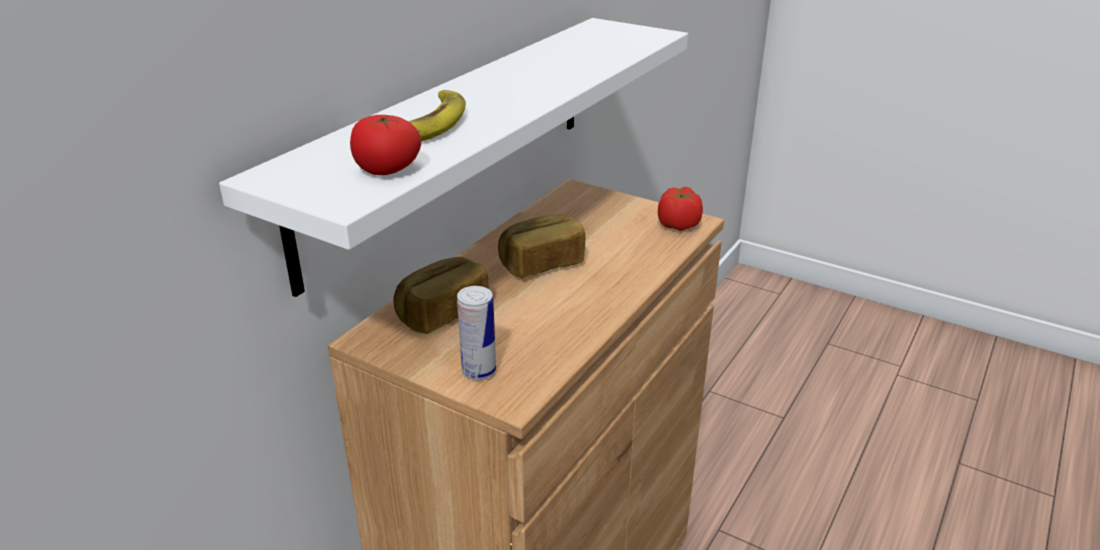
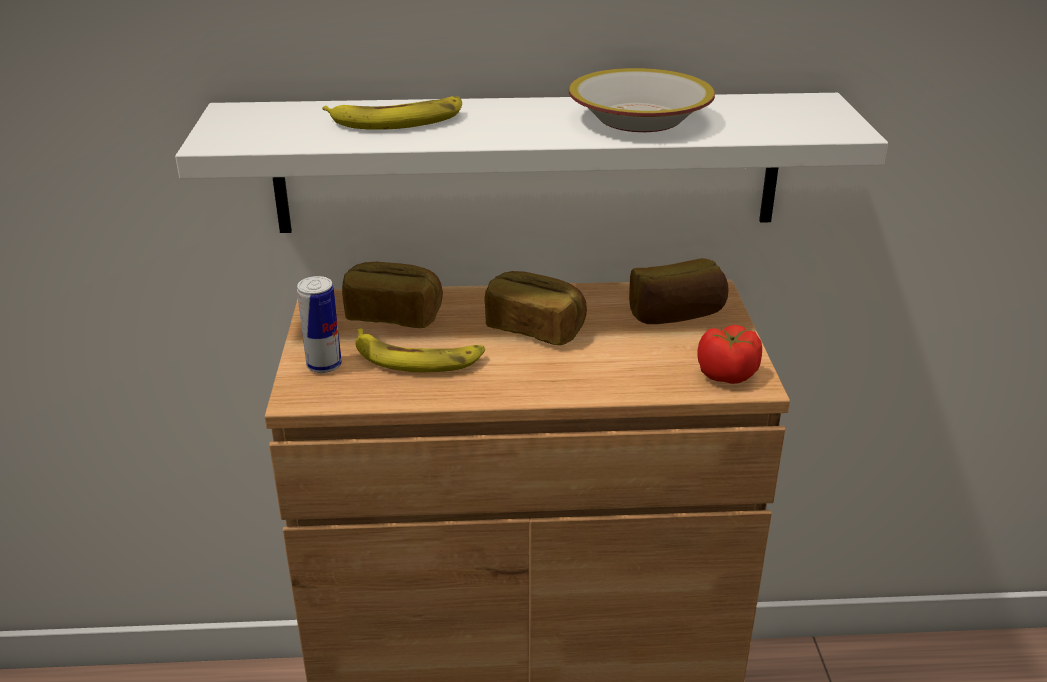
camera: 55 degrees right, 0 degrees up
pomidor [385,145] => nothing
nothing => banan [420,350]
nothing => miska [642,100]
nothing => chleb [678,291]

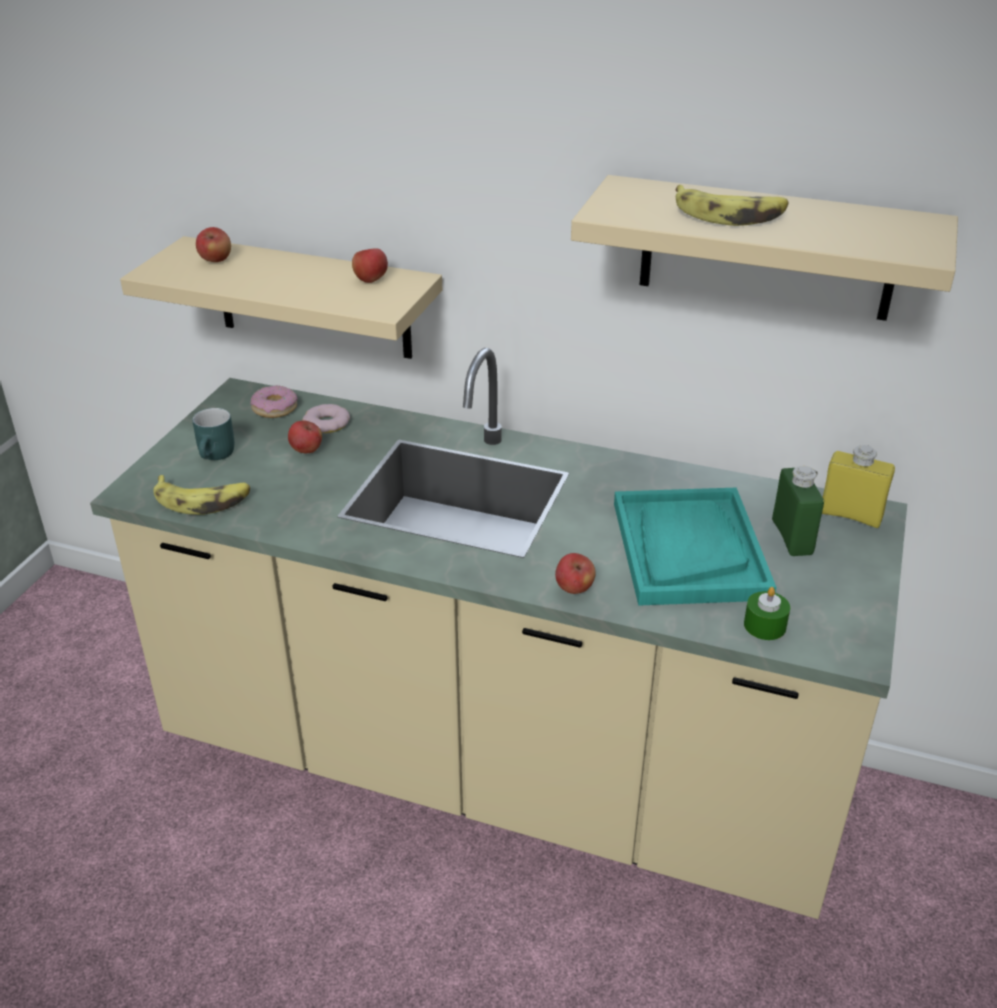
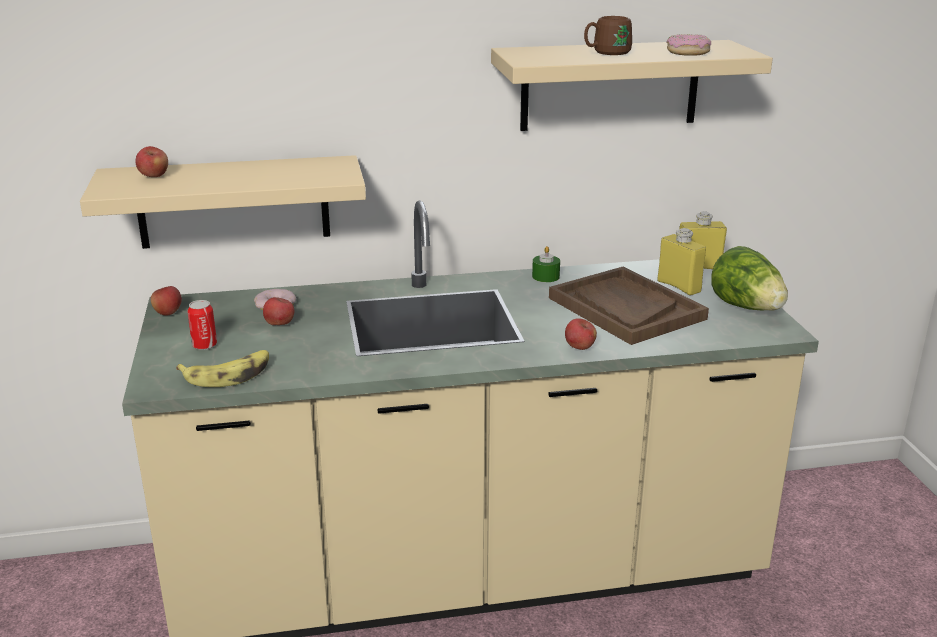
camera: 30 degrees left, 10 degrees down
kubek [turkusowy] [213,434] => puszka [202,325]
donut [274,401] => donut [688,45], relocated
jabłko [370,265] => jabłko [166,300], relocated
taca [turkusowy] [695,547] => taca [brązowy] [629,306]
banan [732,205] => kubek [brązowy] [608,35]
świeca [zielony] [767,613] => świeca [zielony] [546,264], relocated
butelka [zielony] [798,511] => butelka [żółty] [681,262]
nothing => sałata [749,278]

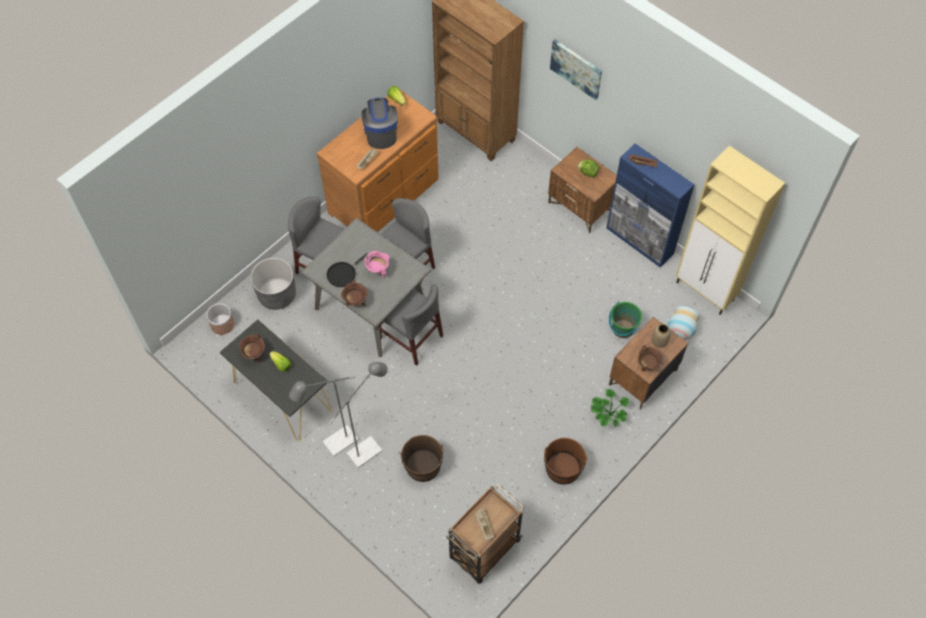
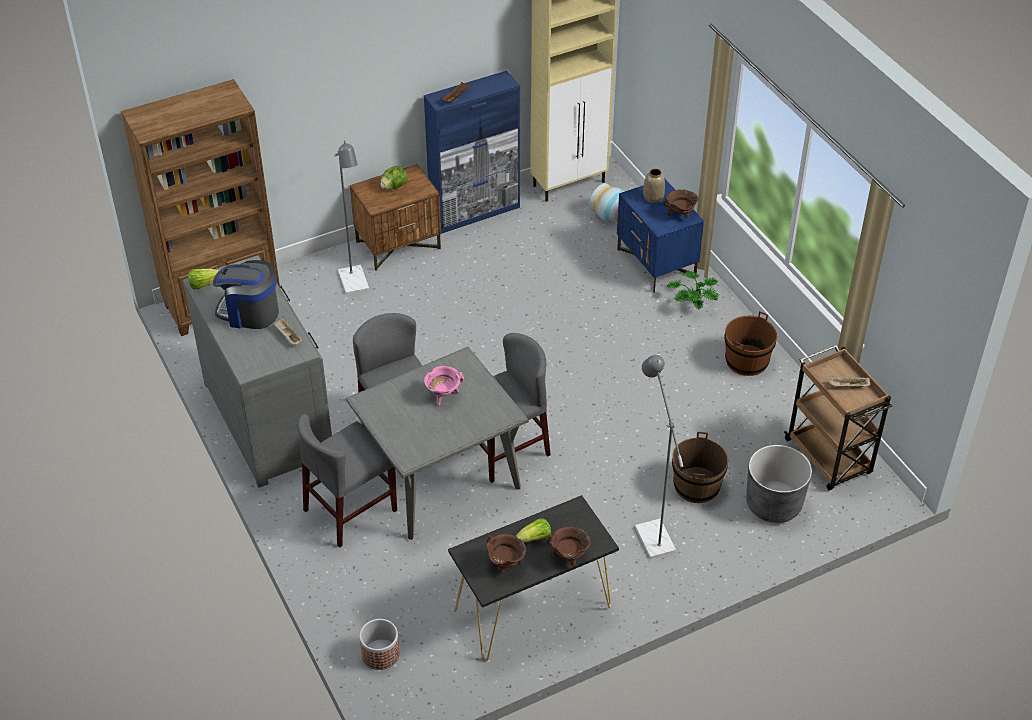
camera: 70 degrees left, 15 degrees down
donica [szary] [273,284] => donica [szary] [779,484], relocated
lampa stojąca [szary] [323,416] => lampa stojąca [szary] [351,218], relocated
komoda [brązowy] [377,161] => komoda [szary] [257,372]
patelnia [czarny] [347,270] => nothing
garnek [brązowy] [354,293] => garnek [brązowy] [569,546], relocated
obraz [576,70] => nothing
wiadro [zielony] [625,320] => nothing
szafka nocna [brązowy] [648,363] => szafka nocna [niebieski] [660,236]

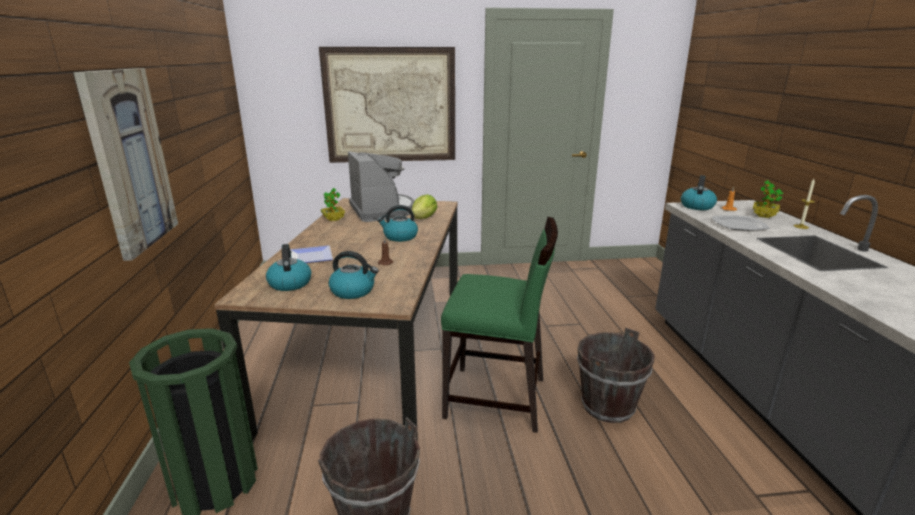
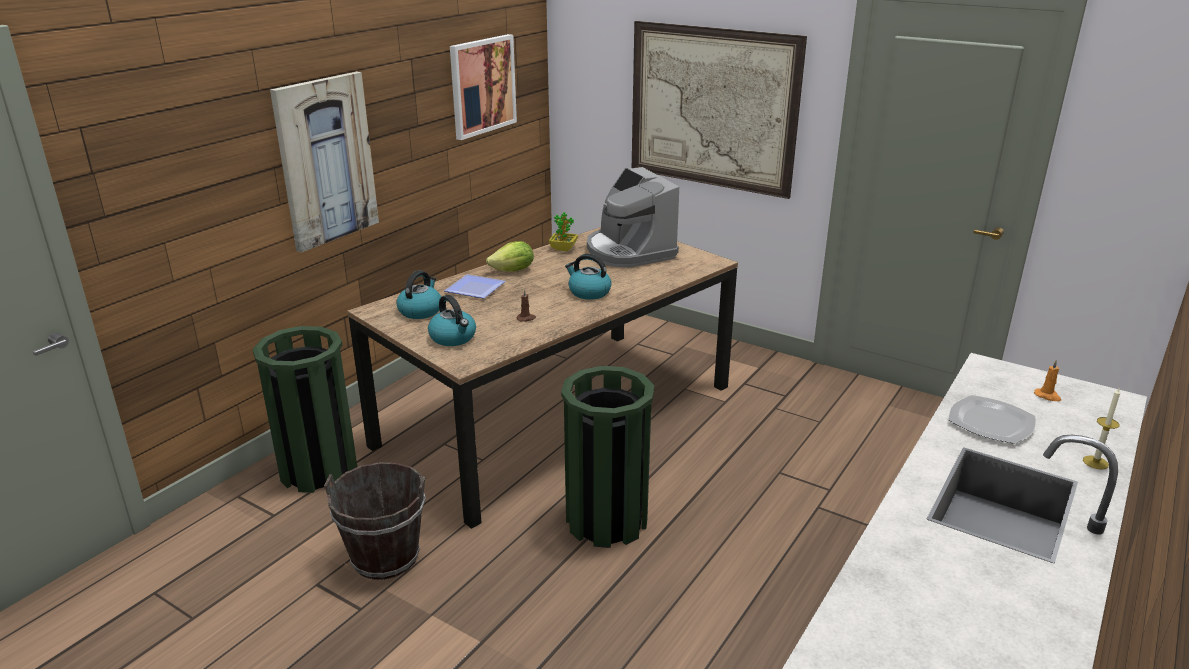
camera: 40 degrees right, 5 degrees up
ekspres do kawy [381,186] => ekspres do kawy [633,217], 135 degrees clockwise
sałata [424,206] => sałata [510,256], relocated
krzesło [zielony] [499,325] => kosz na śmieci [zielony] [607,457]
wiadro [brązowy] [616,375] => nothing
czajnik [699,192] => nothing
roślina doniczkowa [768,199] => nothing
nothing => obraz [483,87]

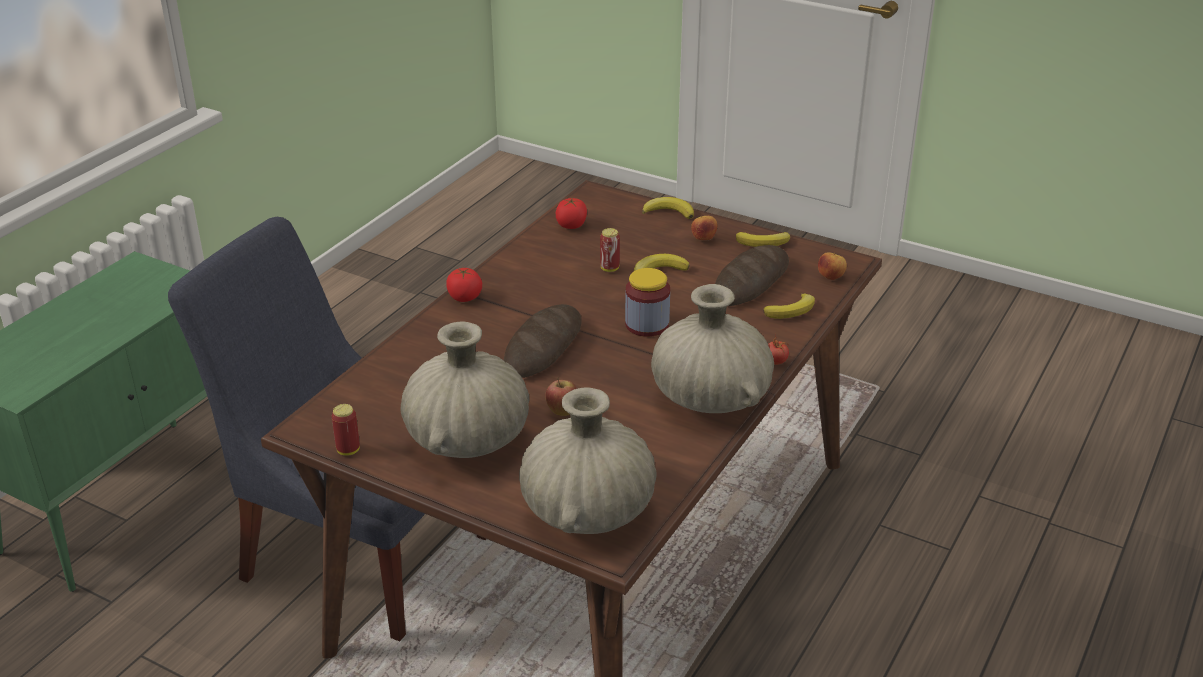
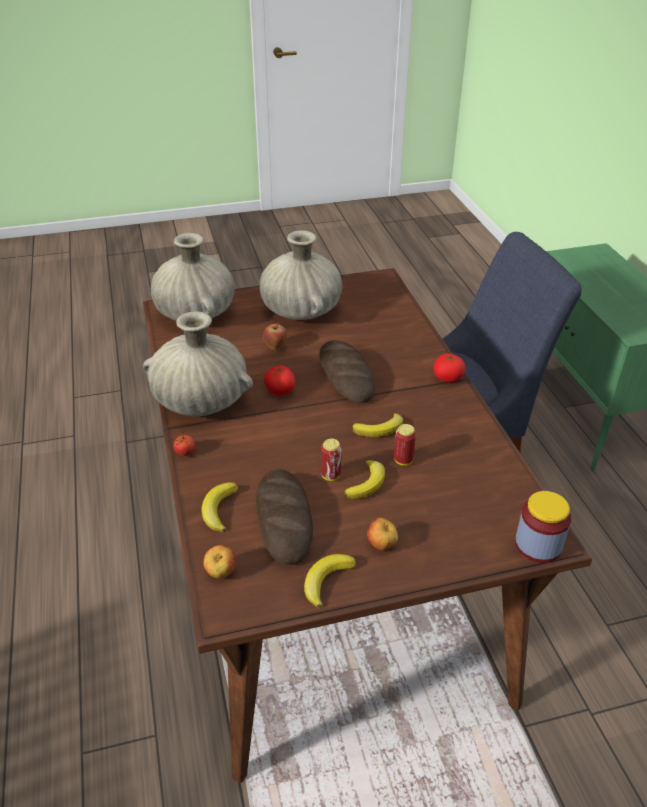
camera: 135 degrees right, 5 degrees up
puszka [346,430] => puszka [331,460], relocated
pomidor [571,213] => pomidor [280,380], relocated
słoik [647,302] => słoik [543,527], relocated
banan [668,208] => banan [377,425], relocated

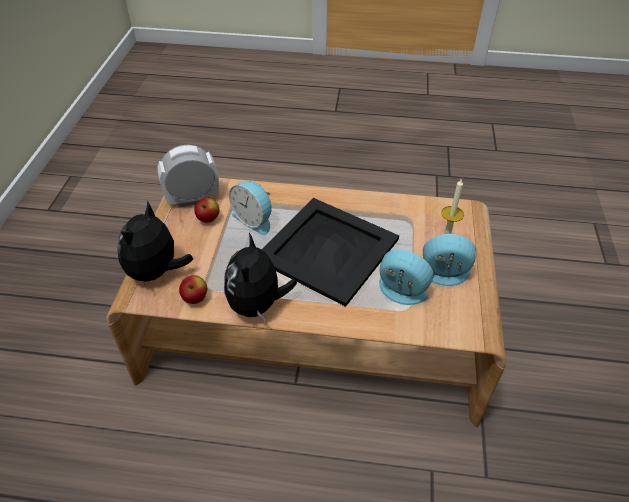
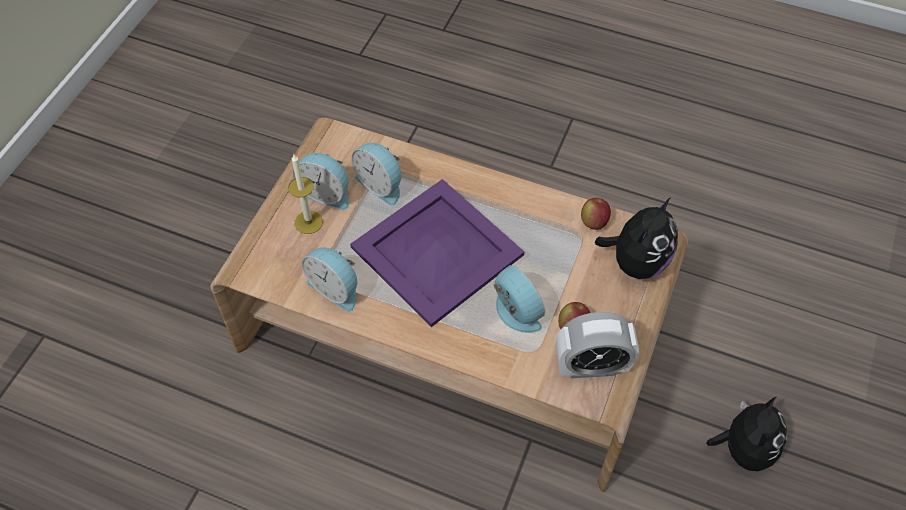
camera: 165 degrees left, 10 degrees up
pluszak [260,278] => pluszak [746,433], relocated
taca [czarny] [330,252] => taca [fioletowy] [437,253]
nothing => budzik [329,279]

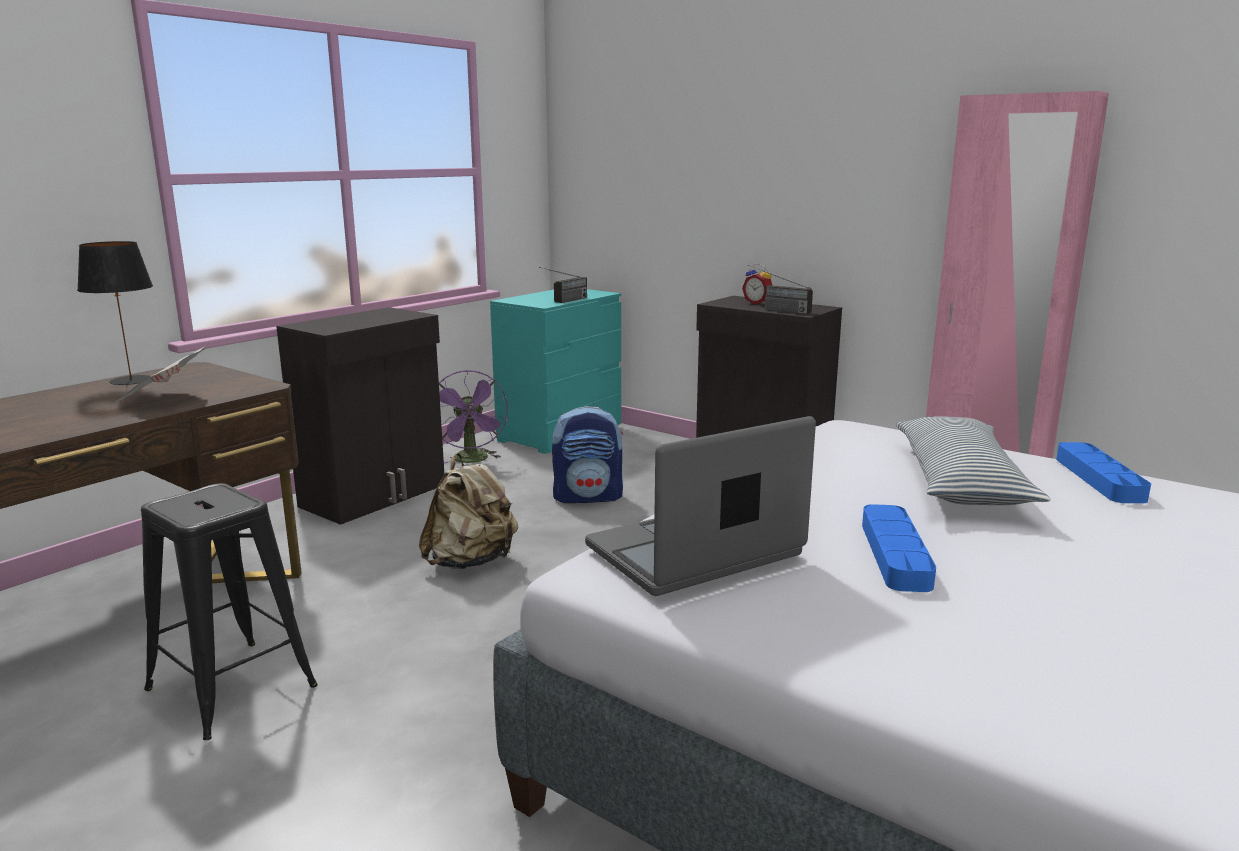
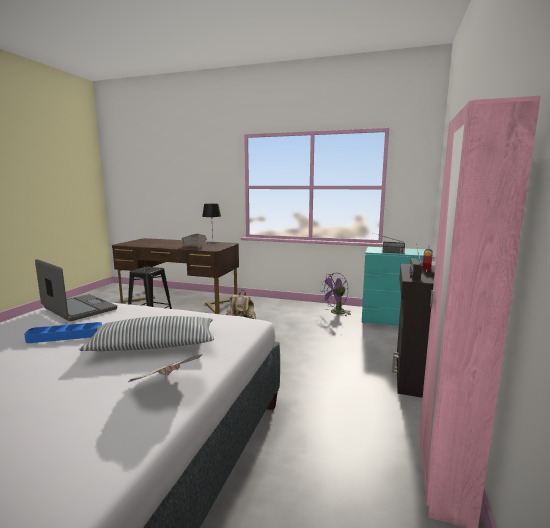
camera: 70 degrees right, 5 degrees down
szafka [czarny] [360,416] => nothing
plecak [587,454] => nothing
taca [niebieski] [1103,472] => gazeta [165,368]

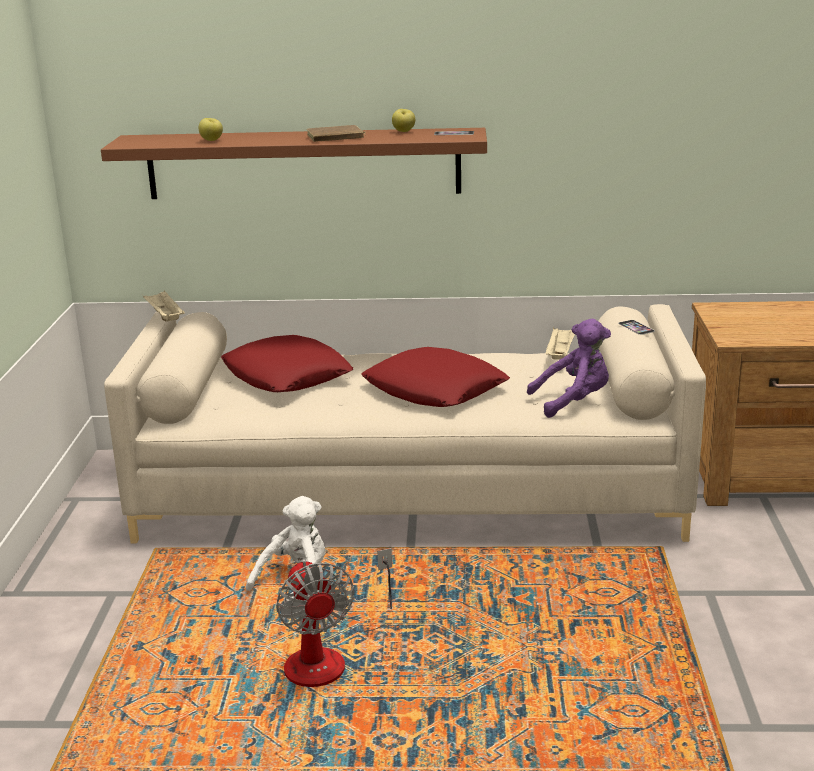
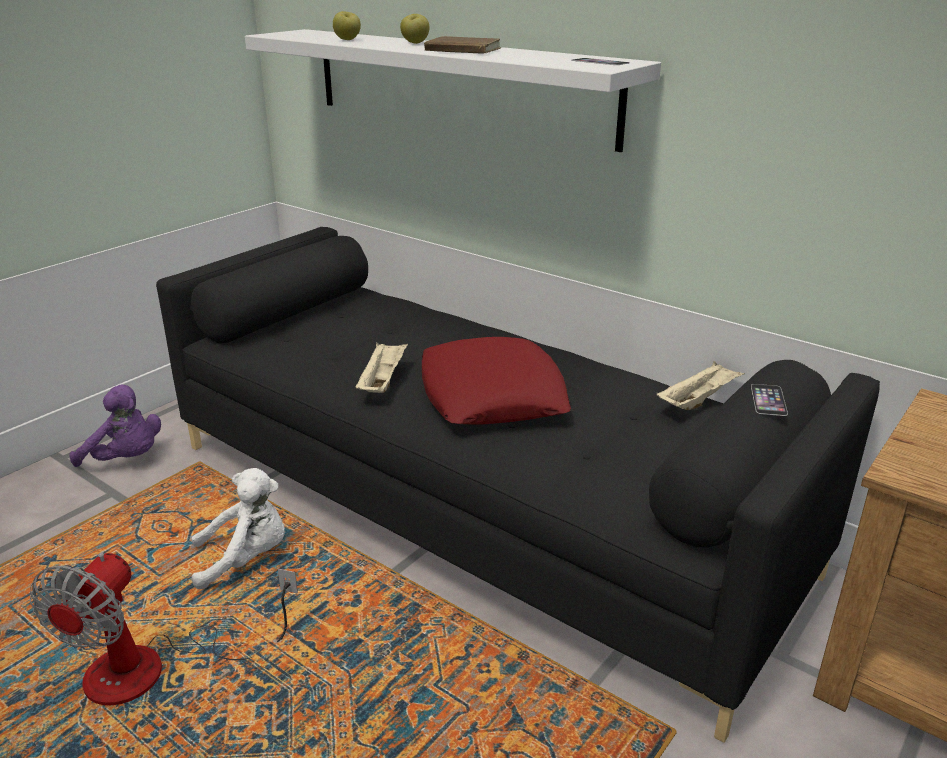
camera: 35 degrees right, 5 degrees up
półka [brązowy] [294,163] => półka [biały] [453,90]
kanapa [beżowy] [405,423] => kanapa [czarny] [518,485]
taca [beżowy] [164,306] => taca [beżowy] [381,367], relocated
poduszka [czerwony] [287,363] => nothing
jabłko [403,120] => jabłko [414,29], relocated
pluszak [fioletowy] [569,368] => pluszak [fioletowy] [115,426], relocated

